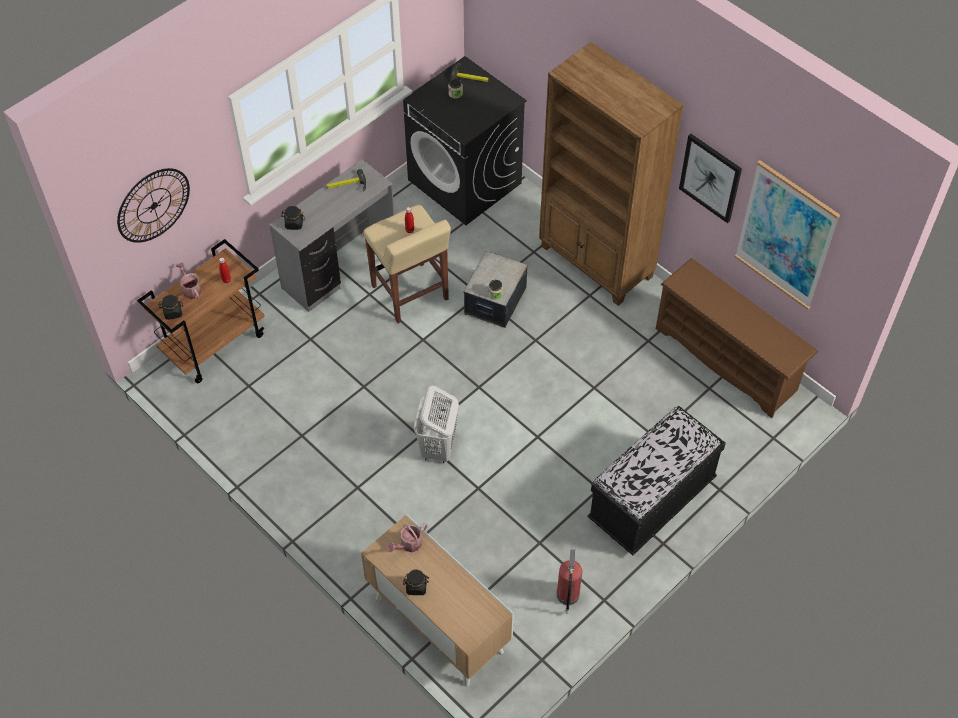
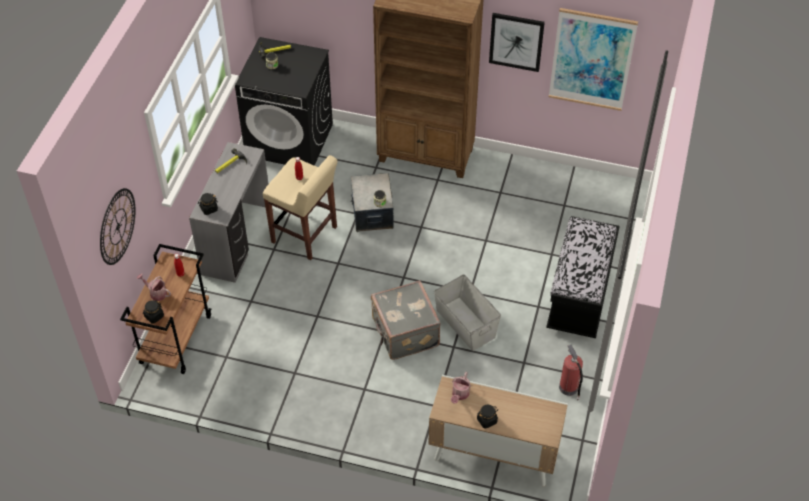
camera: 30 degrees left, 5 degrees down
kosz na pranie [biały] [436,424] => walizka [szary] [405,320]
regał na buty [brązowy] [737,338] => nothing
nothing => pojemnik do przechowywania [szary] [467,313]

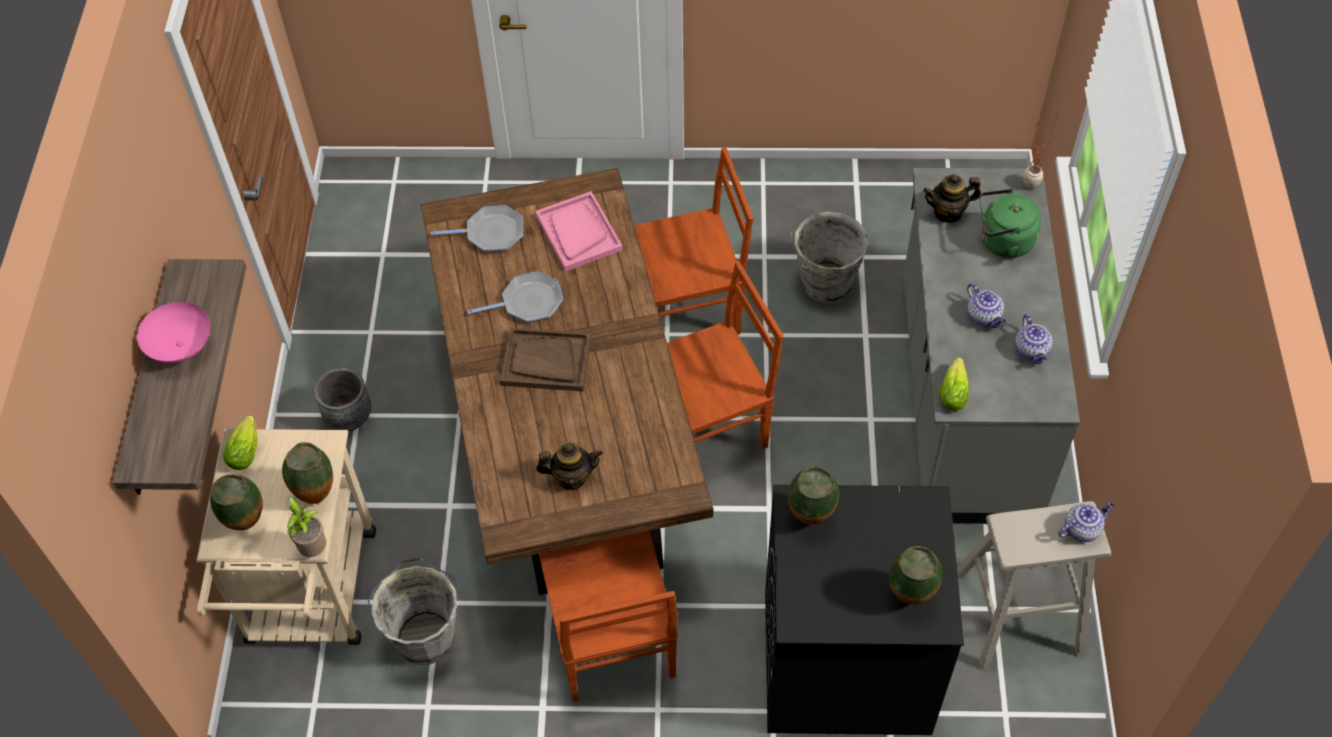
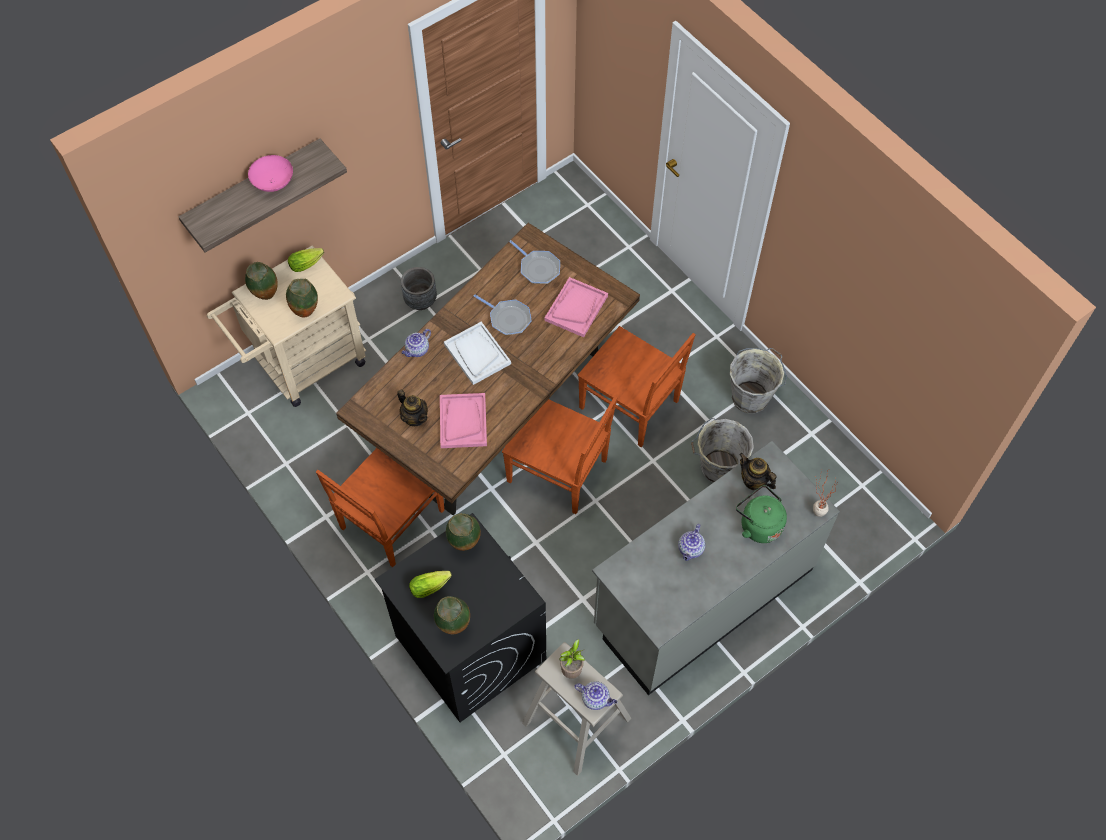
camera: 50 degrees right, 5 degrees up
roślina doniczkowa [306,526] => roślina doniczkowa [572,659], relocated
wiadro [szary] [414,611] => wiadro [szary] [758,381], relocated
taca [brązowy] [545,359] => taca [biały] [477,353]
sałata [954,384] => sałata [430,584], relocated
imbryk [1033,339] => imbryk [416,343], relocated
nothing => taca [różowy] [463,420]

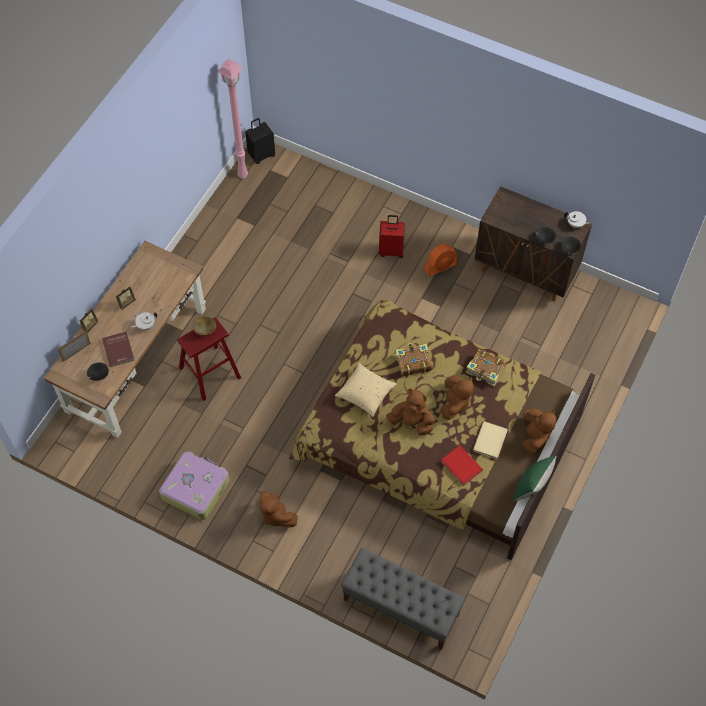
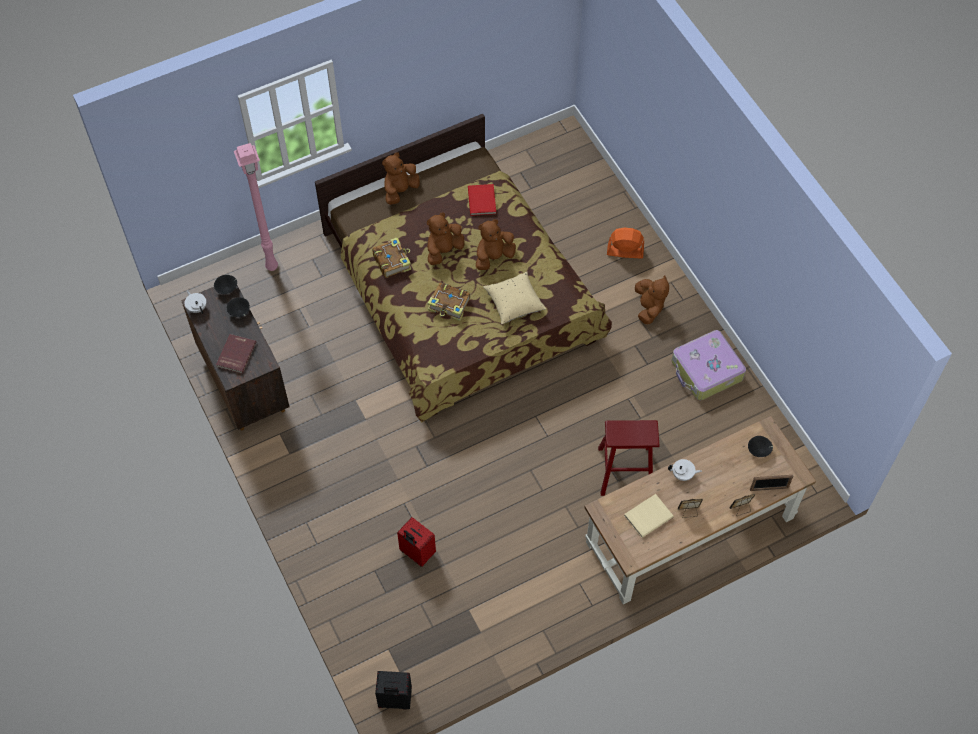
camera: 145 degrees left, 0 degrees up
książka [czerwony] [118,349] => książka [czerwony] [236,354], relocated
miska [brązowy] [204,326] => nothing
lampa stojąca [różowy] [233,118] => lampa stojąca [różowy] [256,207], relocated
ławka [szary] [403,598] => nothing
walizka [czerwony] [392,236] => walizka [czerwony] [416,542], relocated
pluszak [brązowy] [410,412] => pluszak [brązowy] [496,244], 90 degrees clockwise
wentylator [pomarańczowy] [440,260] => wentylator [pomarańczowy] [625,243], relocated
książka [beżowy] [490,440] => książka [beżowy] [649,516], relocated
poduszka [zielony] [535,478] => nothing

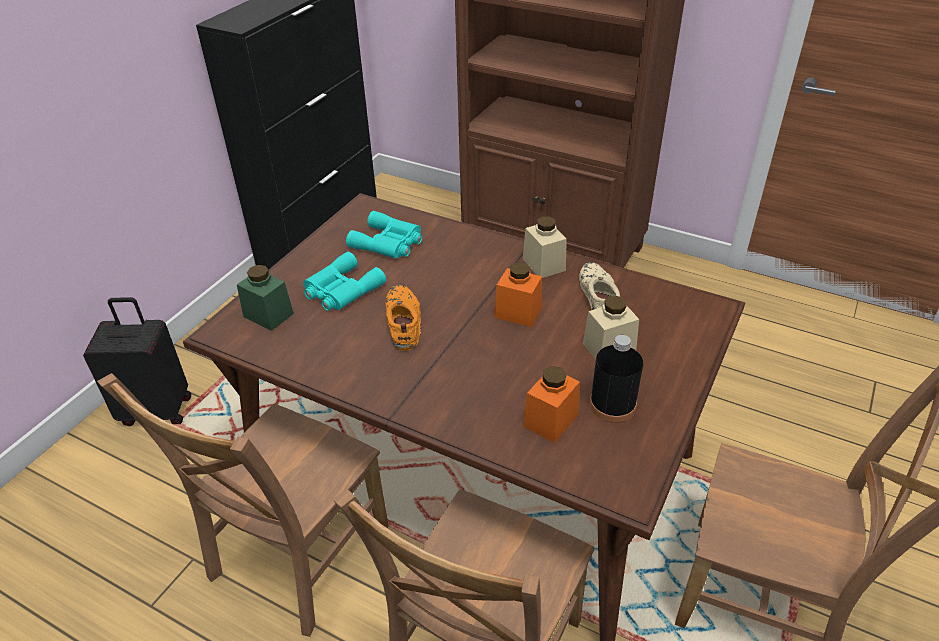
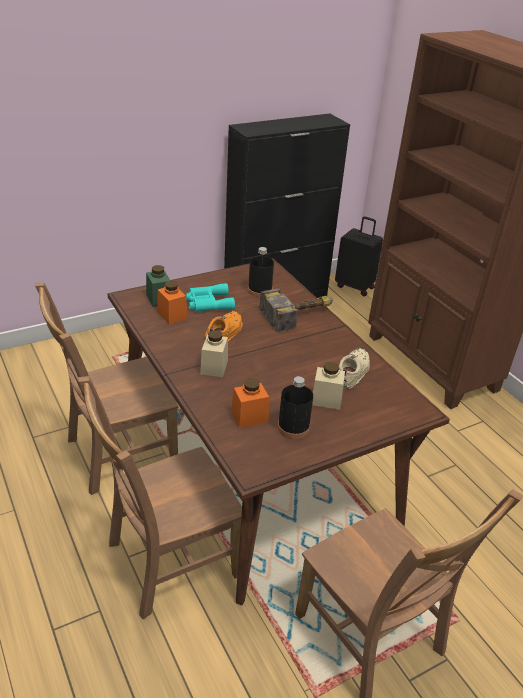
camera: 30 degrees right, 5 degrees down
walizka [czarny] [137,361] => walizka [czarny] [359,256], relocated
lornetka [turkusowy] [384,235] => butelka [czarny] [261,272]
słoik [pomarańczowy] [518,294] => słoik [pomarańczowy] [172,302], relocated
słoik [beżowy] [545,247] => słoik [beżowy] [214,353], relocated
nothing => młotek [296,310]

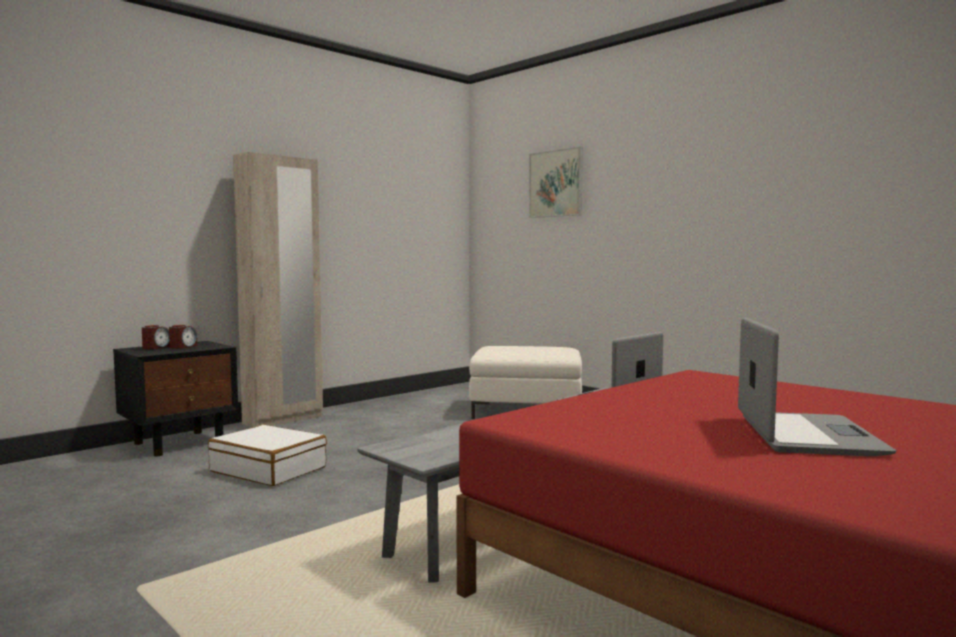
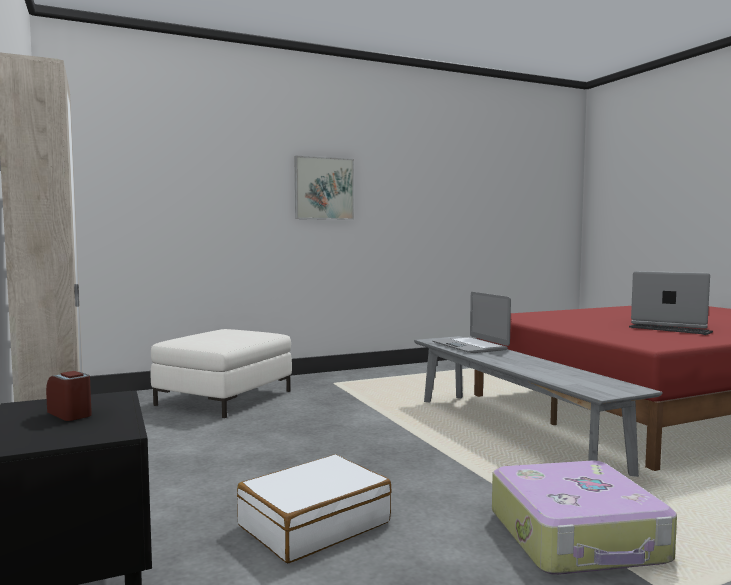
camera: 70 degrees left, 0 degrees up
budzik [156,337] => nothing
obraz [556,182] => obraz [324,188], relocated
nothing => walizka [584,518]
nothing => klawiatura [671,329]

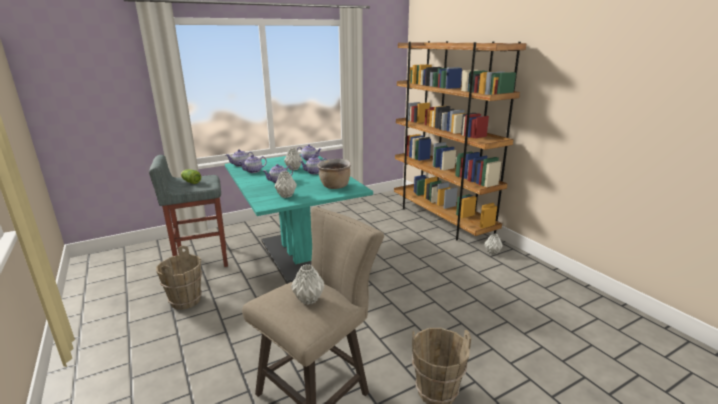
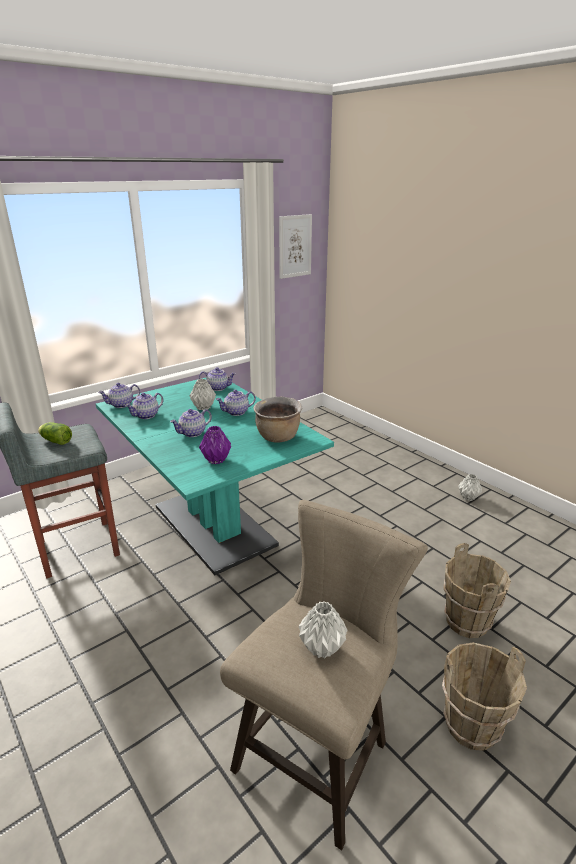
camera: 10 degrees left, 5 degrees up
wiadro [brązowy] [179,278] => wiadro [brązowy] [477,590], relocated
wazon [szary] [286,184] => wazon [fioletowy] [215,445]
regał [brązowy] [460,140] => nothing
nothing => obraz [295,246]

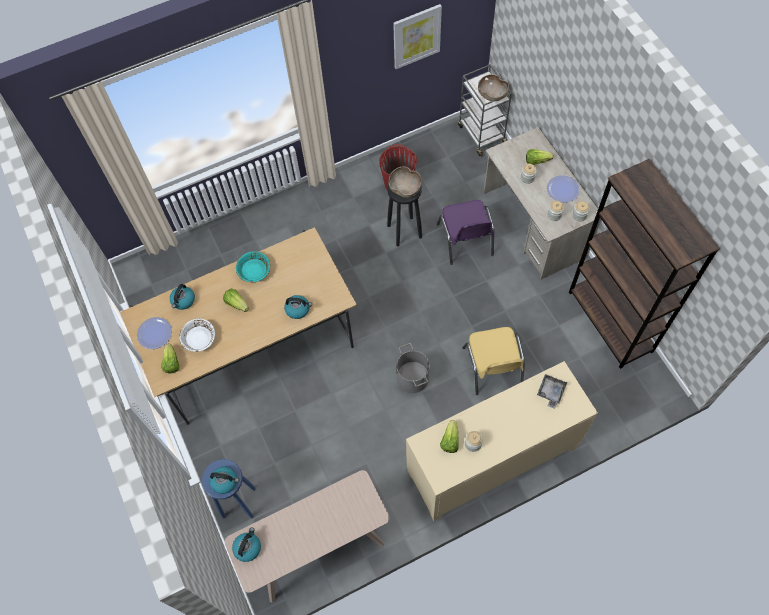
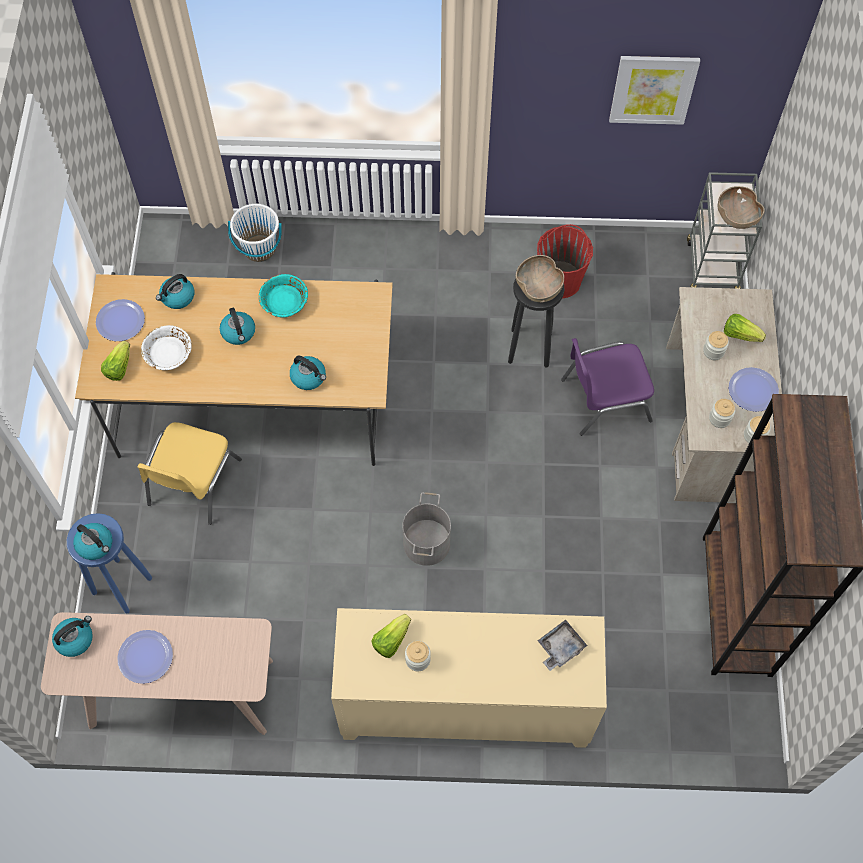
camera: 25 degrees right, 0 degrees up
sałata [236,300] => czajnik [237,326]
krzesło [fioletowy] [465,232] => krzesło [fioletowy] [607,387], 60 degrees clockwise
krzesło [żółty] [493,361] => krzesło [żółty] [189,473], relocated
nothing => talerz [145,657]
nothing => wiadro [biały] [255,233]

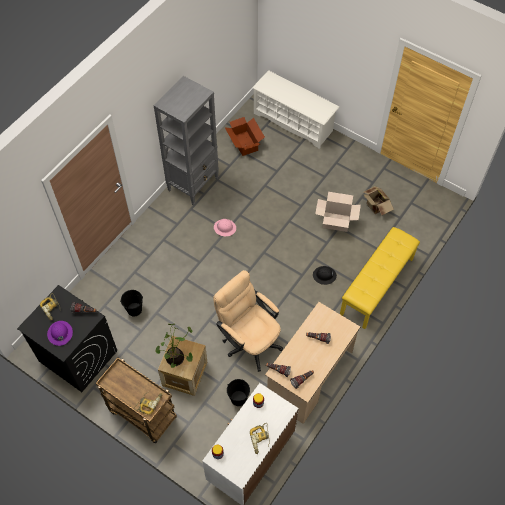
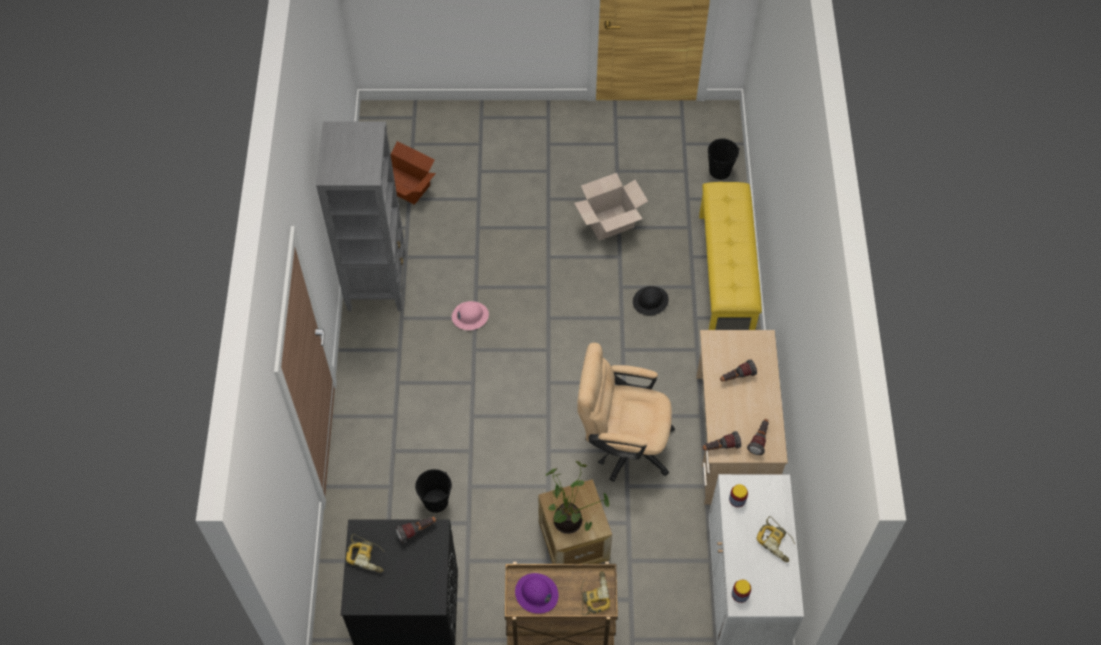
camera: 35 degrees left, 0 degrees up
kask [fioletowy] [60,333] => kask [fioletowy] [537,593], relocated
wiadro [czarny] [238,392] => wiadro [czarny] [724,159], relocated
regał na buty [biały] [295,109] => nothing
karton [378,200] => nothing

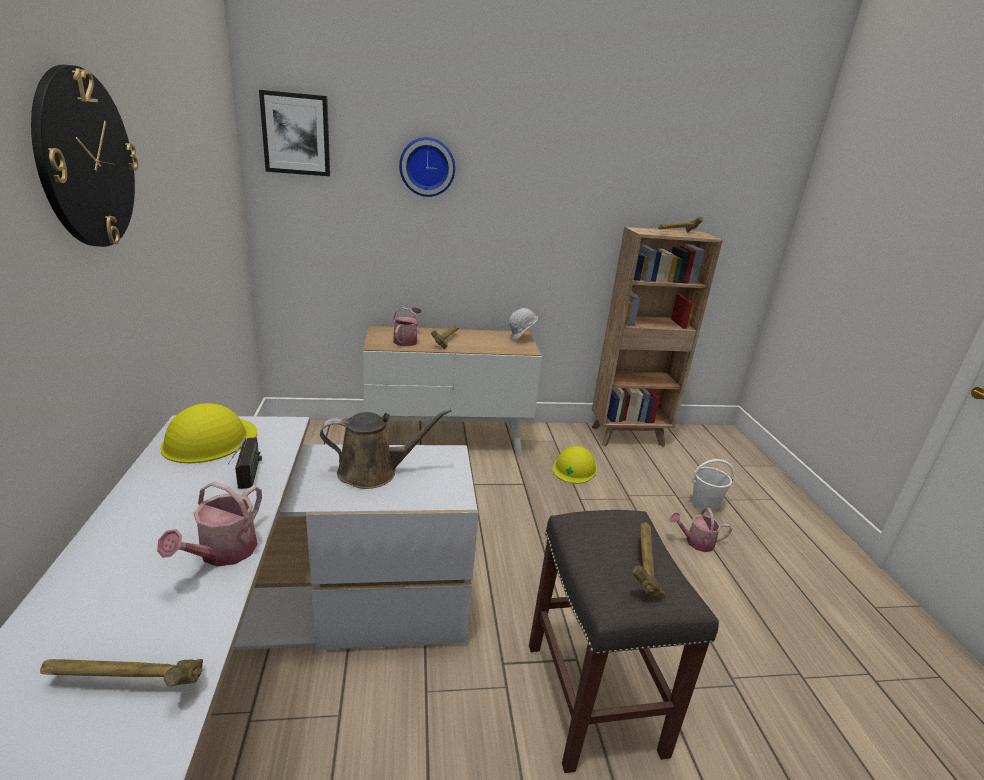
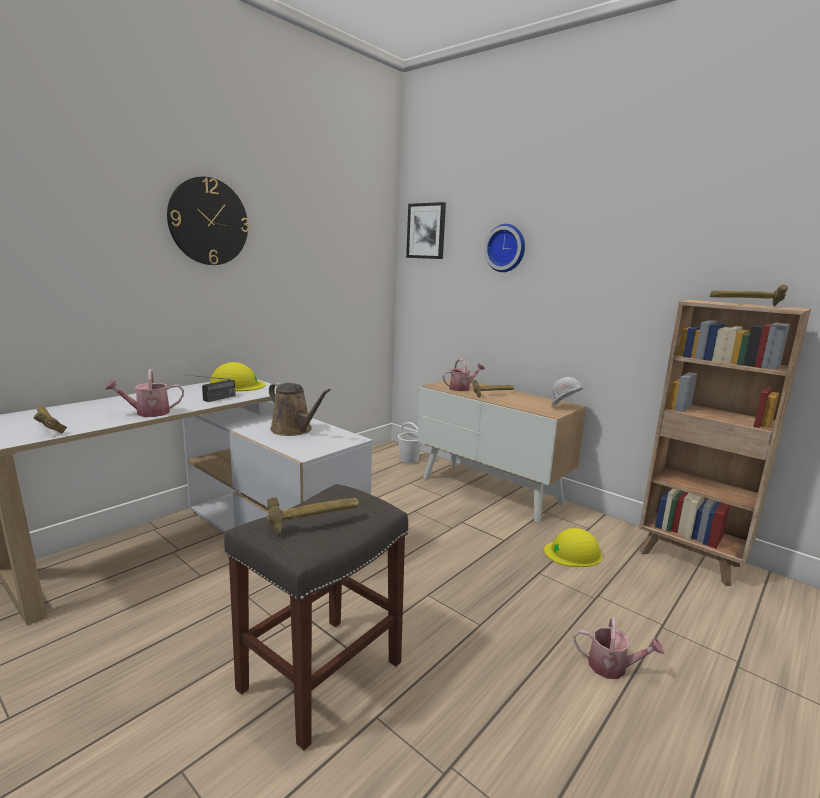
camera: 50 degrees right, 10 degrees down
konewka [700,530] => konewka [618,648], 150 degrees clockwise
wiadro [biały] [713,486] => wiadro [biały] [410,442], relocated

